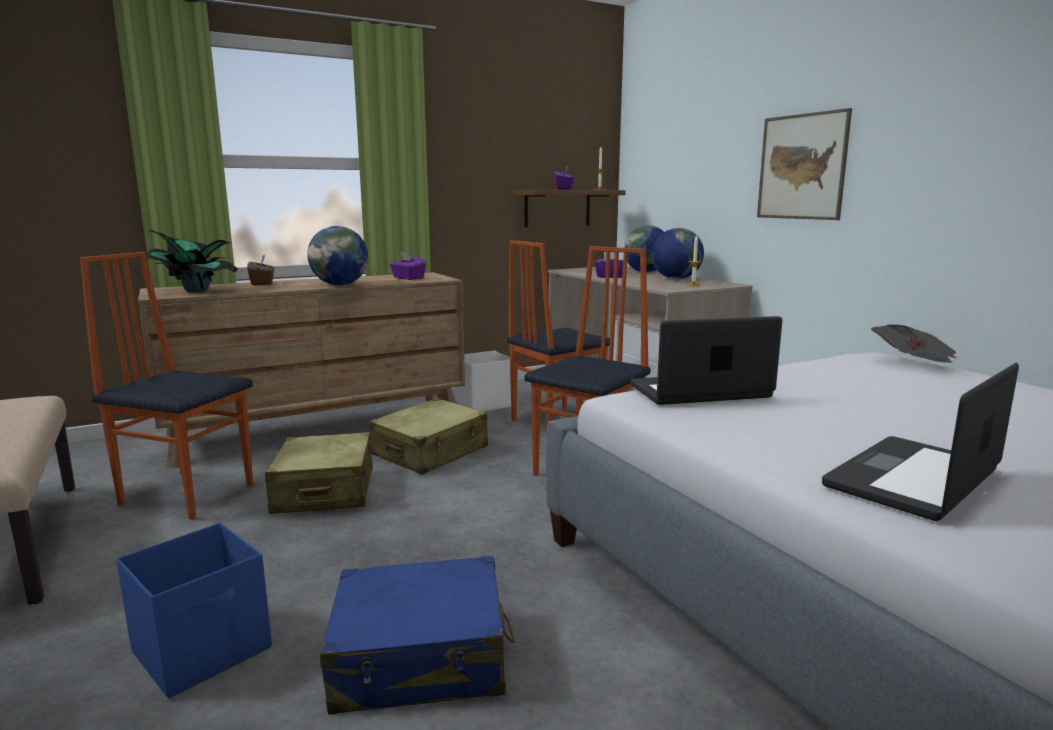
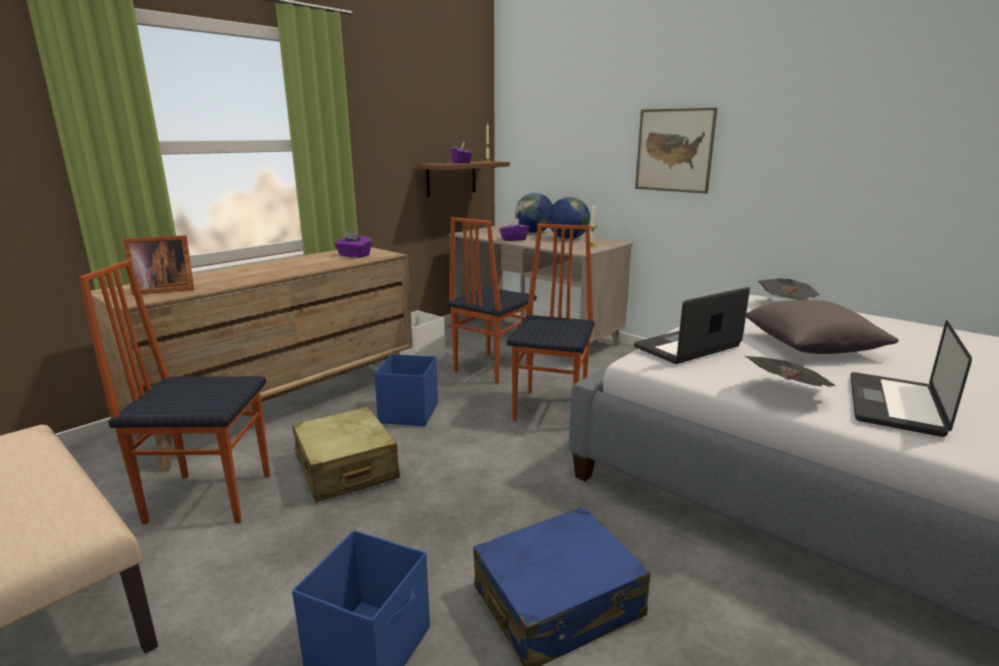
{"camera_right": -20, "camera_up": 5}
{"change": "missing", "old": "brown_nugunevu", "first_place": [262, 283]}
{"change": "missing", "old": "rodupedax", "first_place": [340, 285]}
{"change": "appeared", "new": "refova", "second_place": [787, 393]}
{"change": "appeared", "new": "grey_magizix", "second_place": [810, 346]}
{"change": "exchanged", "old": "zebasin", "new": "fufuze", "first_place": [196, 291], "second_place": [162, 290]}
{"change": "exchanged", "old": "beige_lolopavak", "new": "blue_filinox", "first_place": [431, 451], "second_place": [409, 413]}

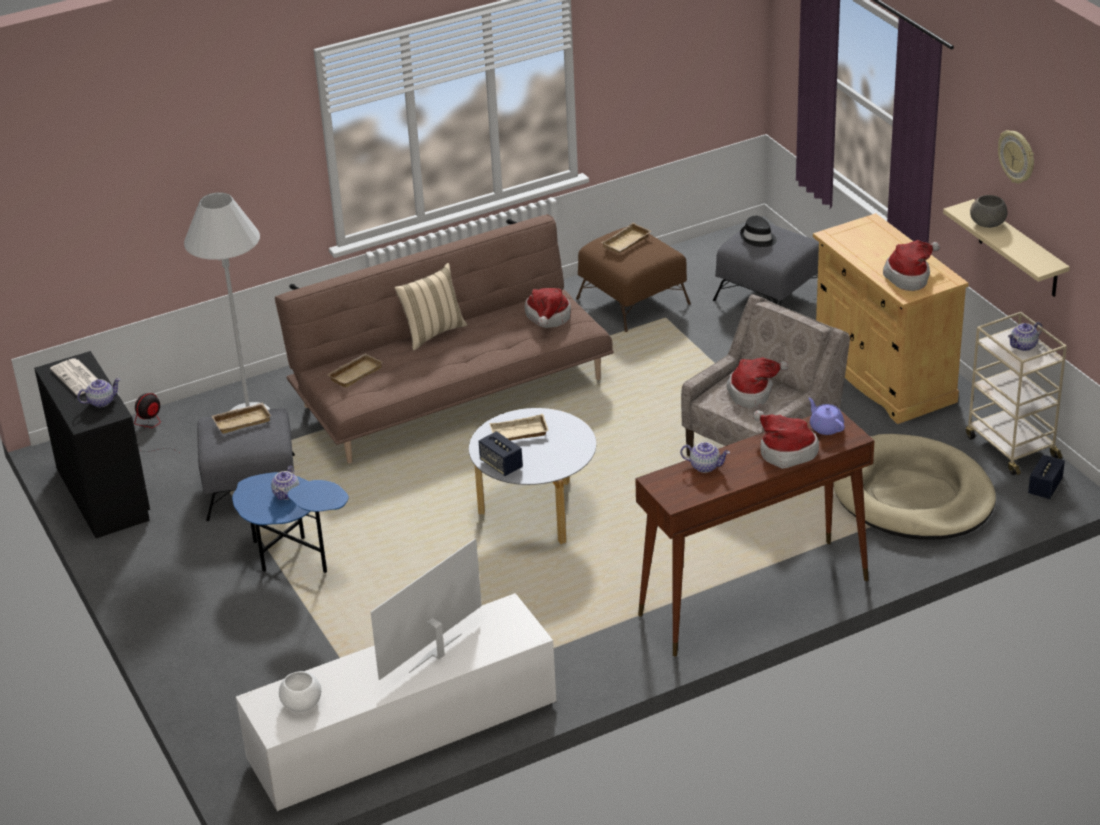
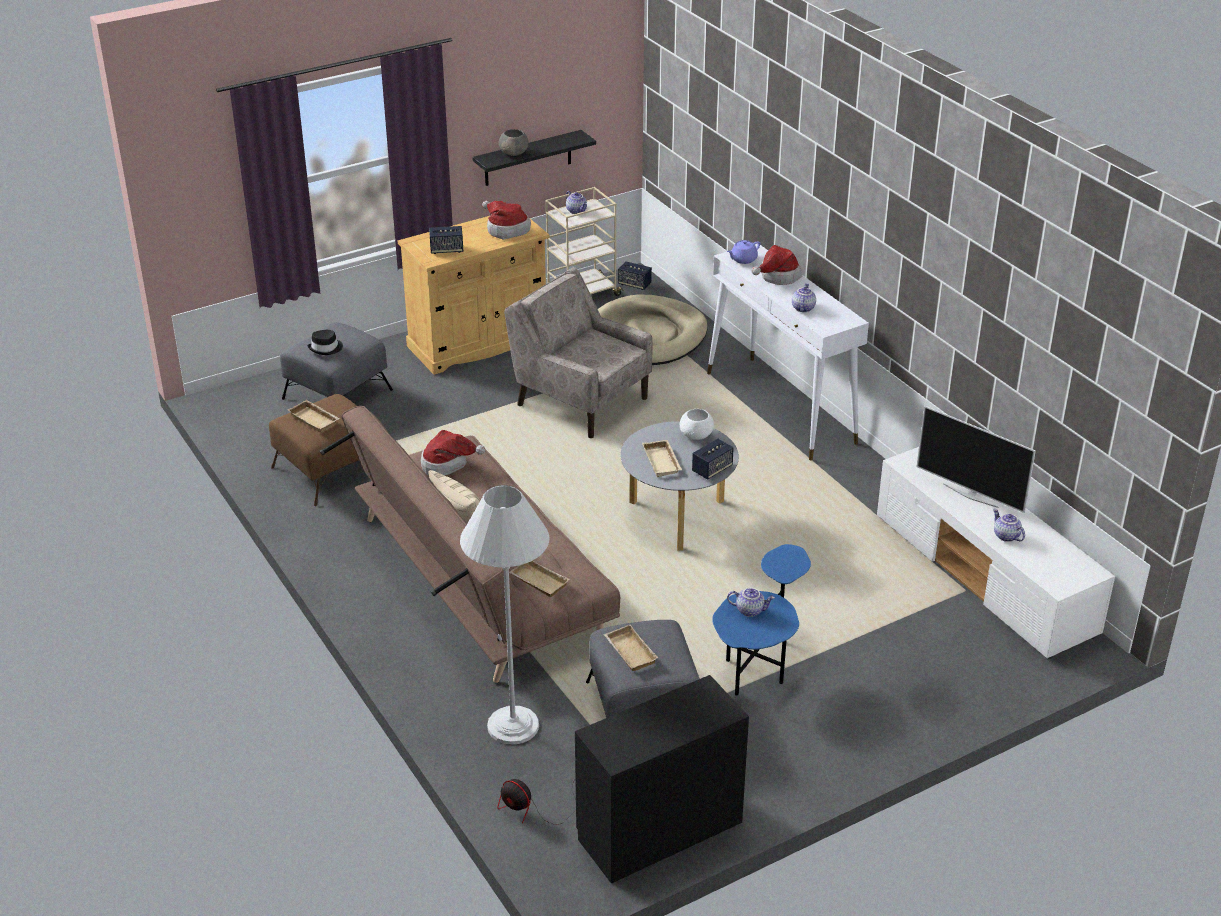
{"camera_right": -95, "camera_up": 0}
{"change": "missing", "old": "refova", "first_place": [78, 378]}
{"change": "missing", "old": "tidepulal", "first_place": [753, 392]}
{"change": "missing", "old": "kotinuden", "first_place": [1017, 157]}
{"change": "appeared", "new": "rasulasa", "second_place": [446, 250]}
{"change": "relocated", "old": "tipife", "first_place": [101, 401], "second_place": [1005, 536]}
{"change": "relocated", "old": "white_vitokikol", "first_place": [301, 704], "second_place": [697, 435]}
{"change": "colour", "old": "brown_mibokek", "new": "white_mibokek", "first_place": [753, 598], "second_place": [780, 408]}
{"change": "colour", "old": "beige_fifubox", "new": "black_fifubox", "first_place": [1018, 250], "second_place": [528, 158]}

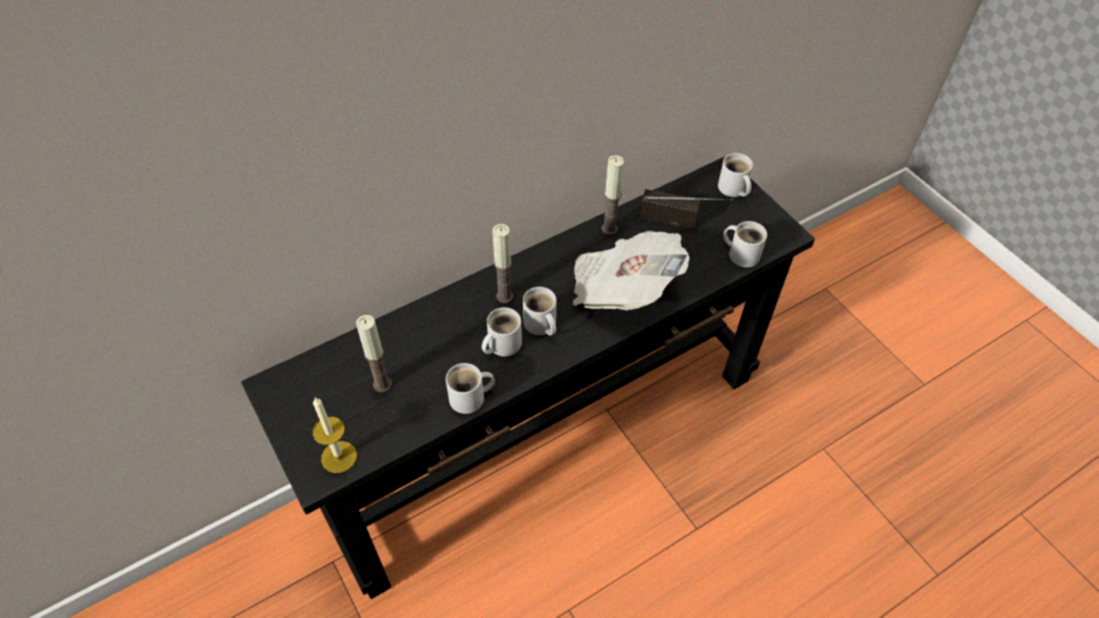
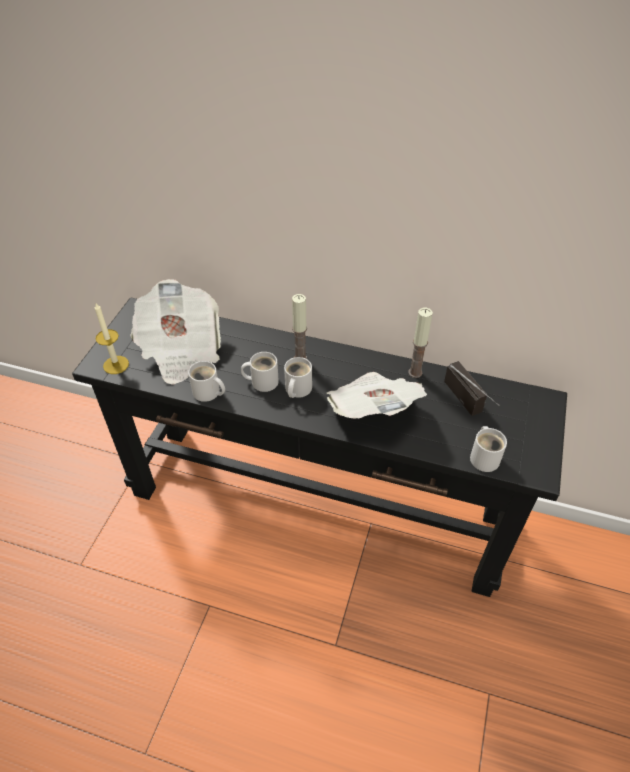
{"camera_right": 50, "camera_up": -5}
{"change": "missing", "old": "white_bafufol", "first_place": [733, 189]}
{"change": "exchanged", "old": "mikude", "new": "refova", "first_place": [382, 384], "second_place": [180, 350]}

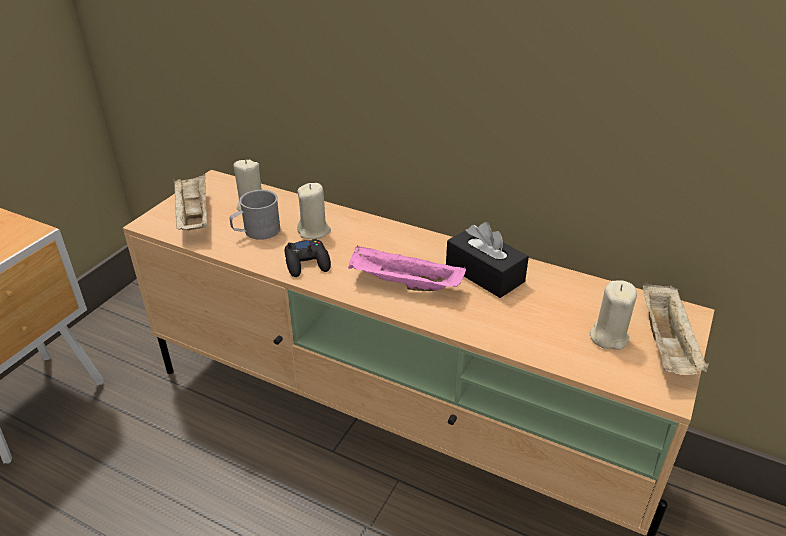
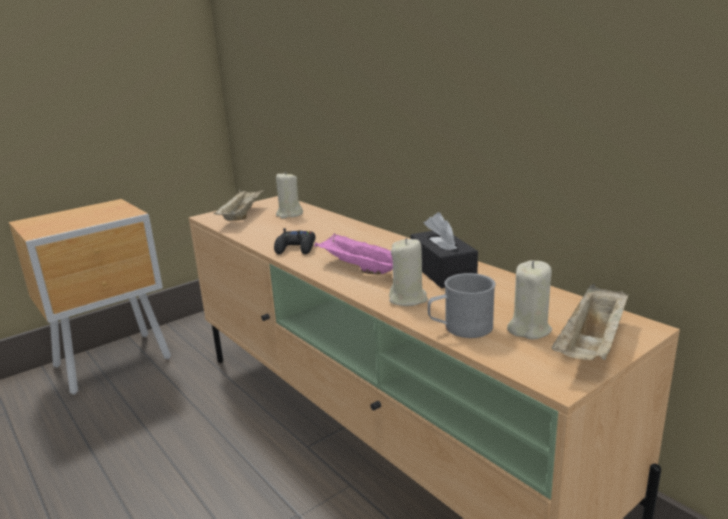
{"camera_right": 25, "camera_up": -15}
{"change": "relocated", "old": "grey_bafufol", "first_place": [256, 232], "second_place": [460, 328]}
{"change": "relocated", "old": "beige_mikude", "first_place": [314, 231], "second_place": [408, 299]}

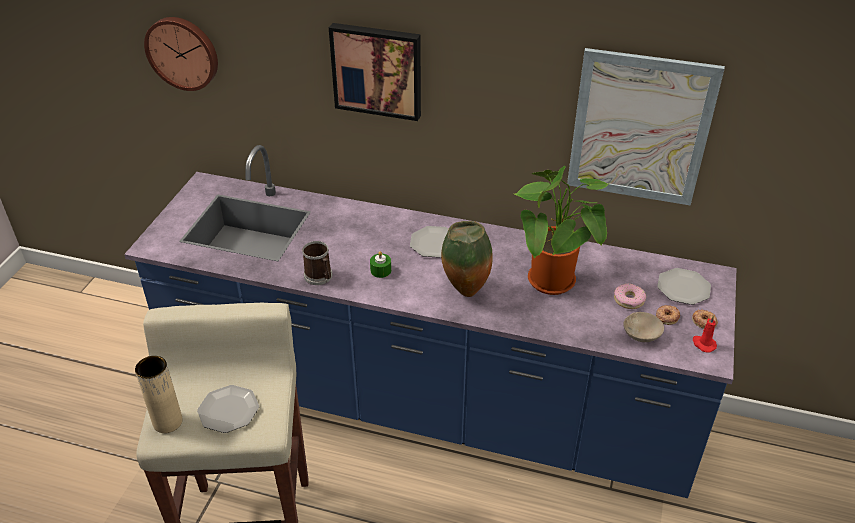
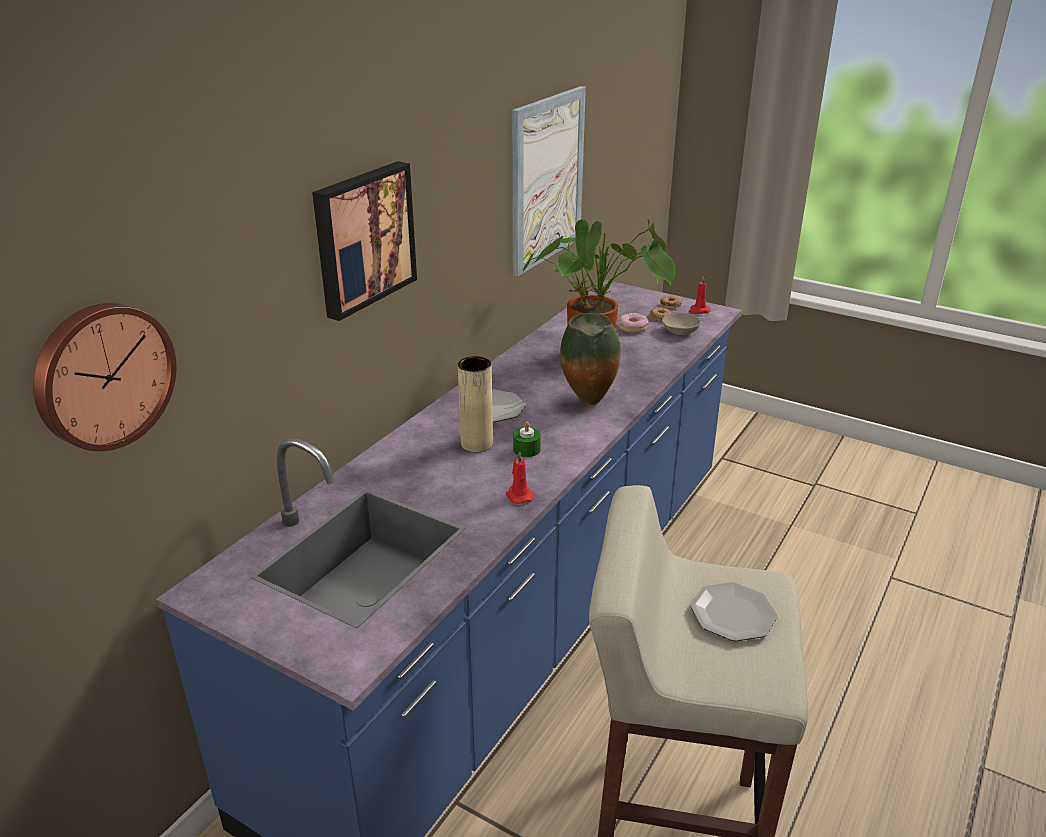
{"camera_right": -75, "camera_up": -10}
{"change": "missing", "old": "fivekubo", "first_place": [683, 288]}
{"change": "relocated", "old": "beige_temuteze", "first_place": [167, 422], "second_place": [477, 444]}
{"change": "exchanged", "old": "bafufol", "new": "red_mikude", "first_place": [320, 277], "second_place": [519, 495]}

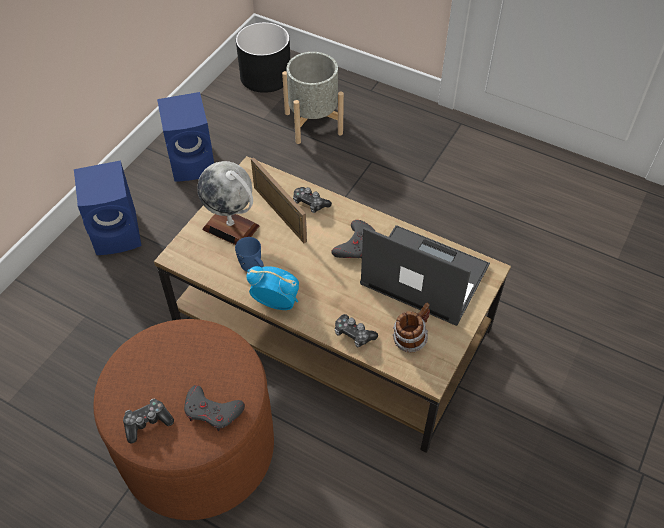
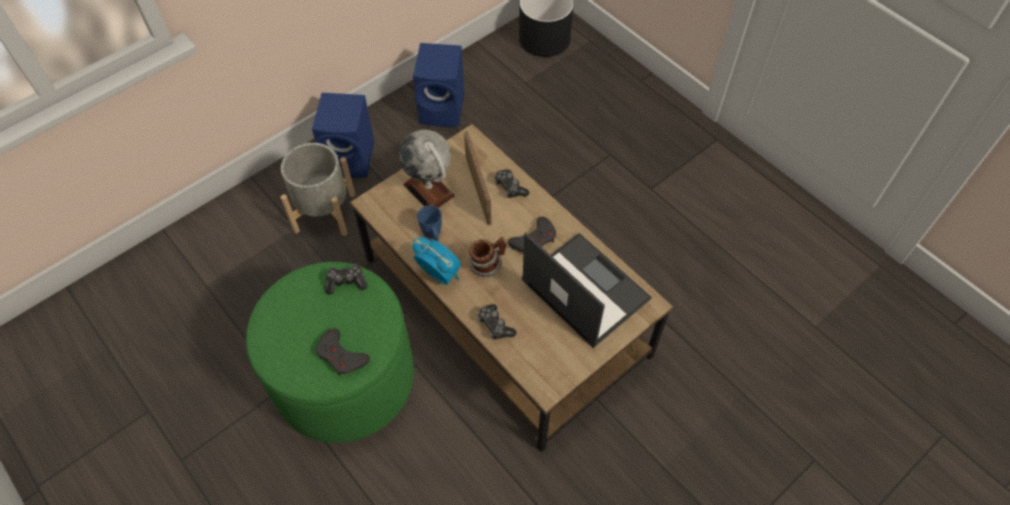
{"camera_right": 20, "camera_up": 5}
{"change": "relocated", "old": "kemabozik", "first_place": [147, 423], "second_place": [346, 282]}
{"change": "relocated", "old": "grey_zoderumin", "first_place": [313, 123], "second_place": [324, 212]}
{"change": "relocated", "old": "bafufol", "first_place": [410, 338], "second_place": [487, 265]}
{"change": "colour", "old": "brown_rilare", "new": "green_rilare", "first_place": [198, 447], "second_place": [344, 377]}

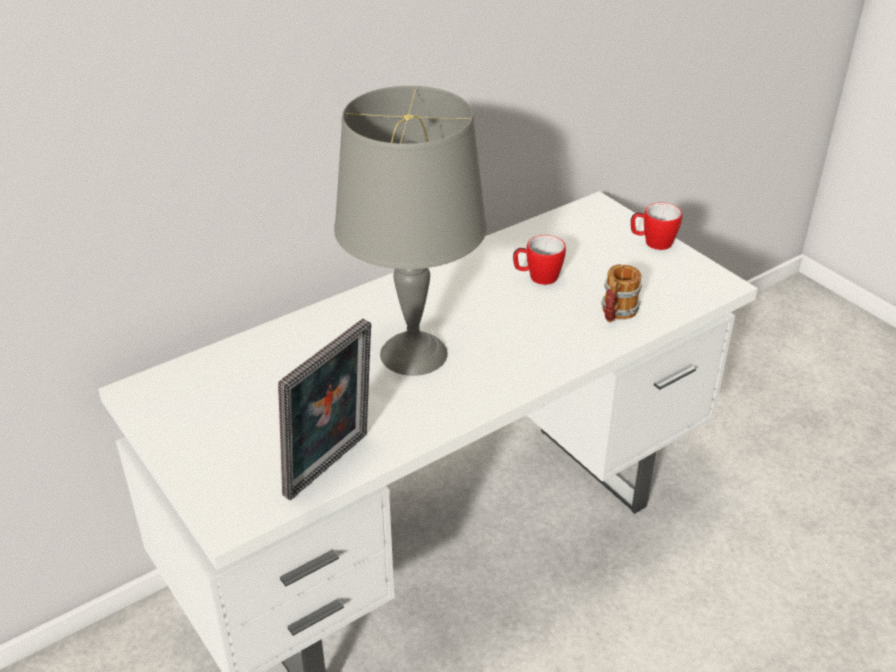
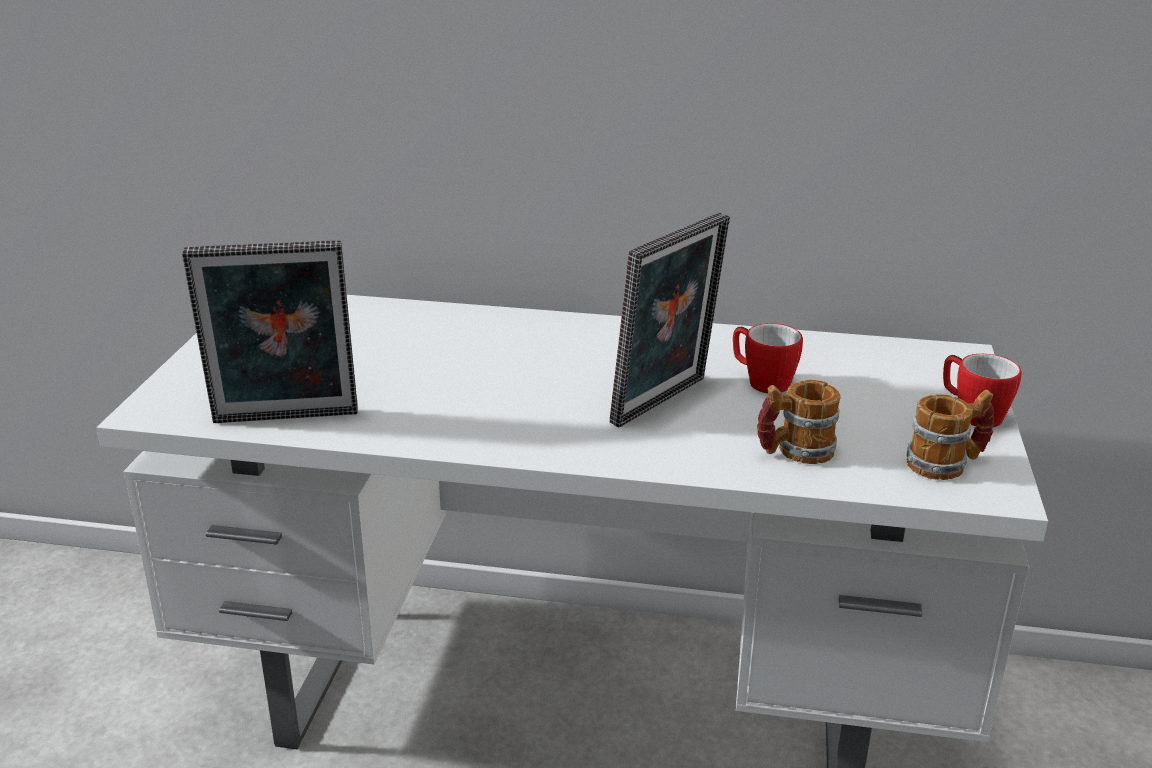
{"camera_right": 45, "camera_up": -10}
{"change": "missing", "old": "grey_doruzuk", "first_place": [413, 354]}
{"change": "appeared", "new": "fufuze", "second_place": [665, 403]}
{"change": "appeared", "new": "bafufol", "second_place": [946, 464]}

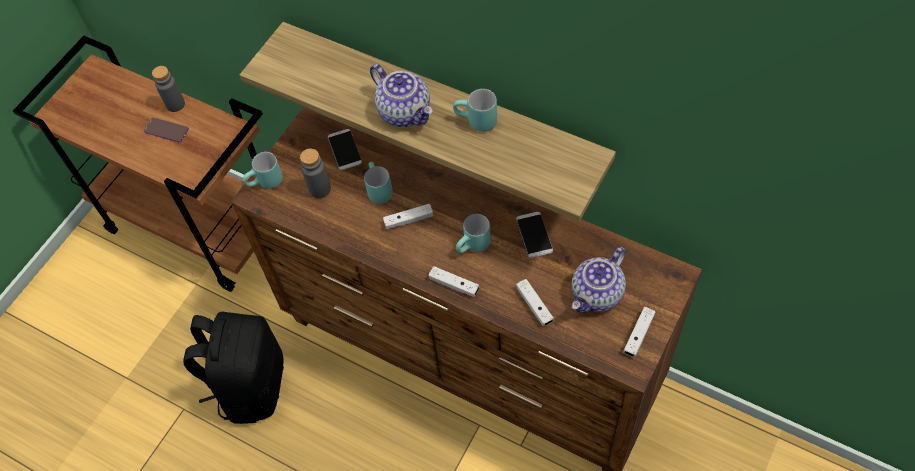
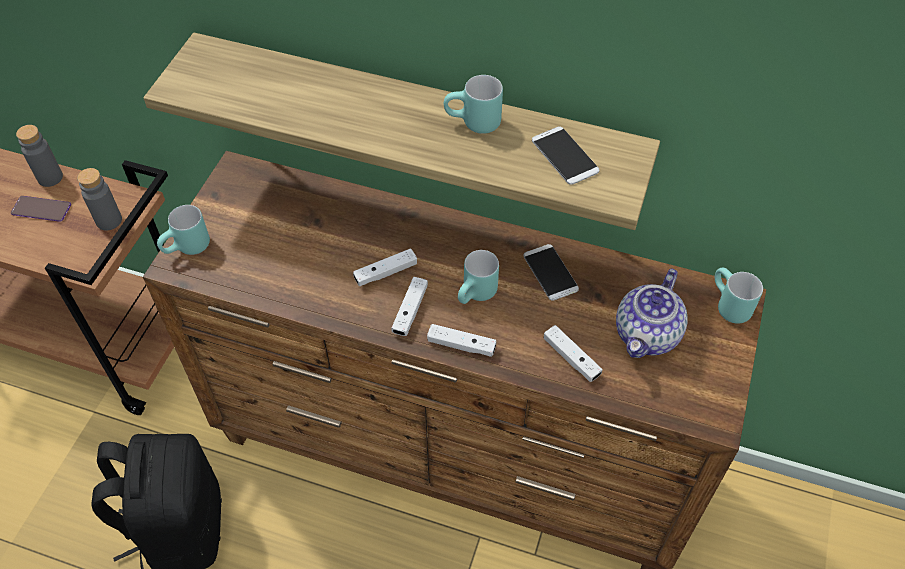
{"camera_right": -15, "camera_up": -5}
{"change": "missing", "old": "tipife", "first_place": [405, 112]}
{"change": "relocated", "old": "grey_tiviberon", "first_place": [319, 189], "second_place": [109, 220]}
{"change": "relocated", "old": "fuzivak", "first_place": [344, 150], "second_place": [564, 156]}
{"change": "relocated", "old": "turquoise_bafufol", "first_place": [377, 190], "second_place": [726, 306]}
{"change": "relocated", "old": "white_kemabozik", "first_place": [638, 335], "second_place": [410, 311]}

